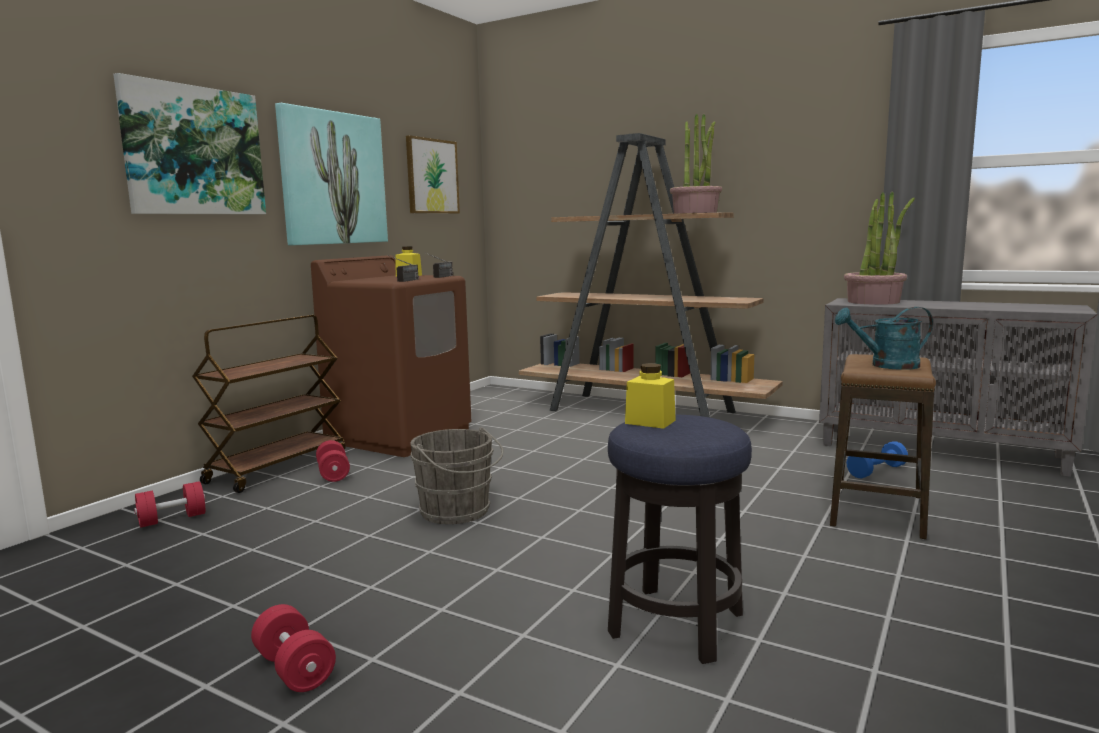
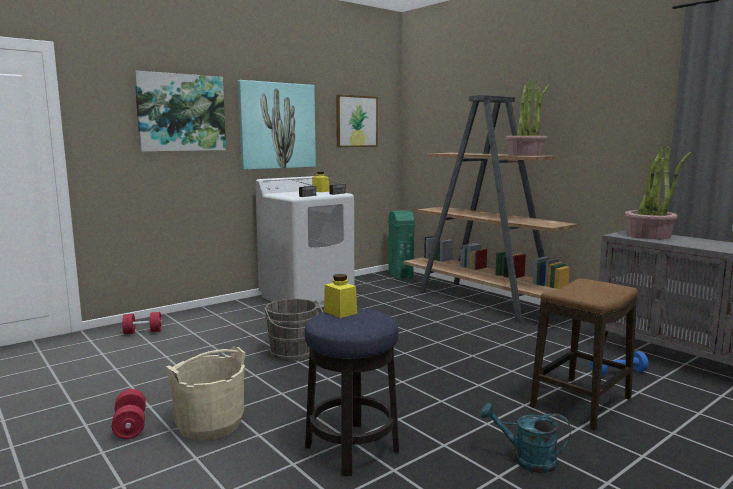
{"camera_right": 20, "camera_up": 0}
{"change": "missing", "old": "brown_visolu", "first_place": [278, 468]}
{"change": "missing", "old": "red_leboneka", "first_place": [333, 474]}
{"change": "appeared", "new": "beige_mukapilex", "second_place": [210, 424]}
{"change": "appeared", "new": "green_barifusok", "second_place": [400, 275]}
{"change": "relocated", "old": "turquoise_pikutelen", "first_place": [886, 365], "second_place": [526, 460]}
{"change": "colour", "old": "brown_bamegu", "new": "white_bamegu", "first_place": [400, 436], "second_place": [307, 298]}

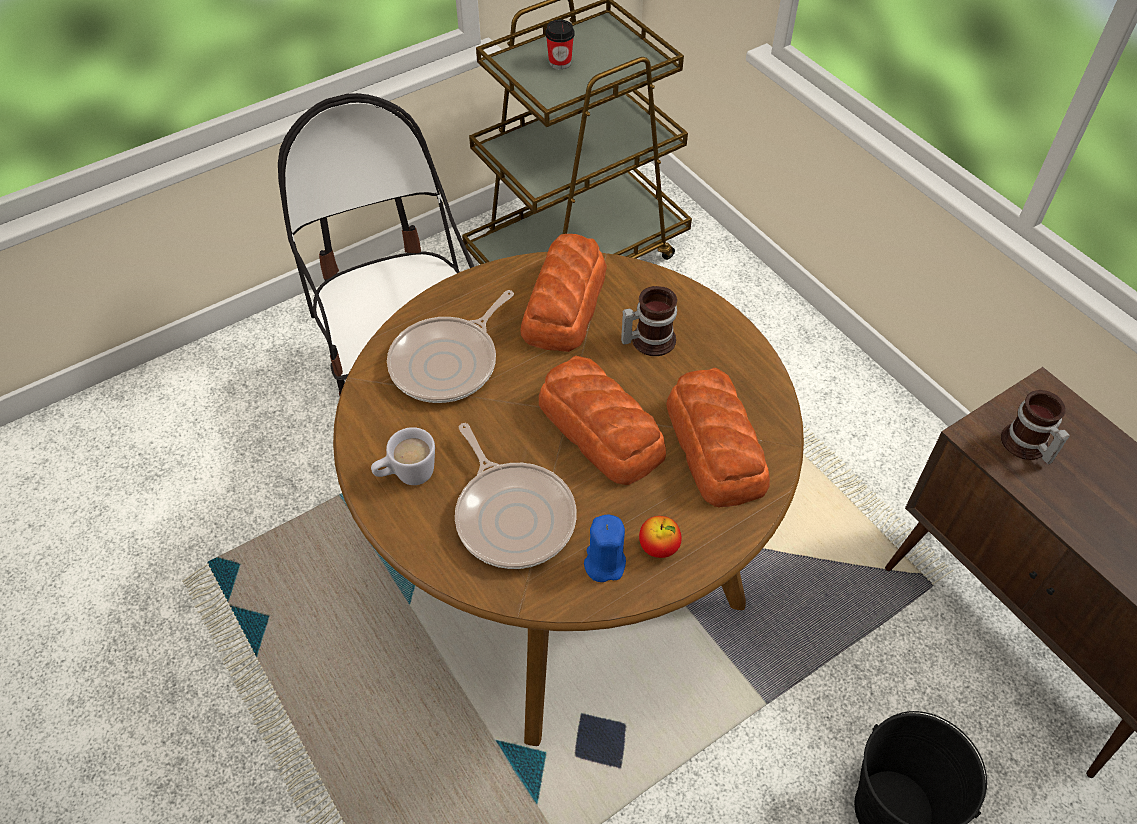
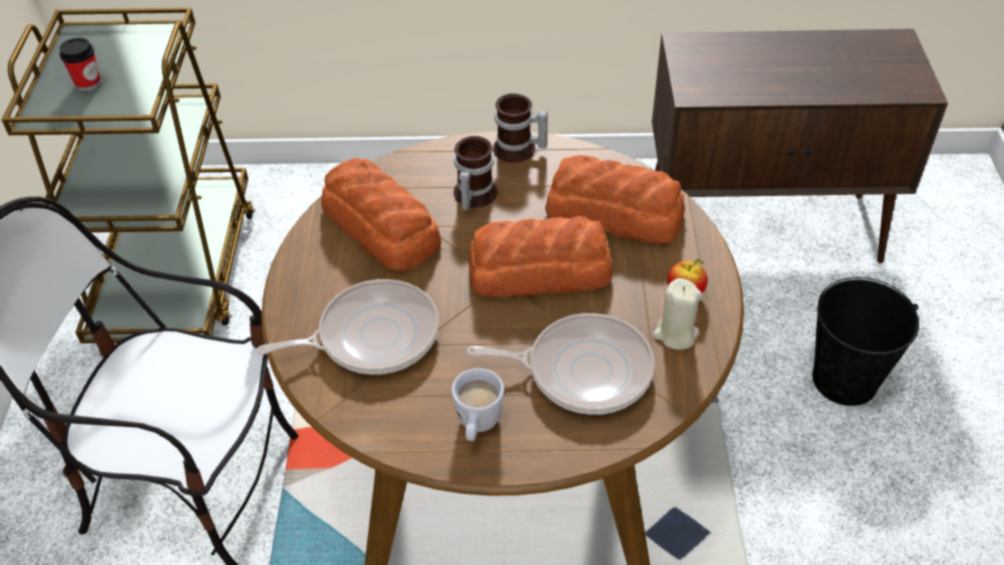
{"camera_right": -55, "camera_up": -5}
{"change": "relocated", "old": "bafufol", "first_place": [1025, 446], "second_place": [518, 150]}
{"change": "colour", "old": "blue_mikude", "new": "beige_mikude", "first_place": [604, 563], "second_place": [675, 334]}
{"change": "spun", "old": "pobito", "first_place": [448, 363], "second_place": [372, 336], "degrees": -90}

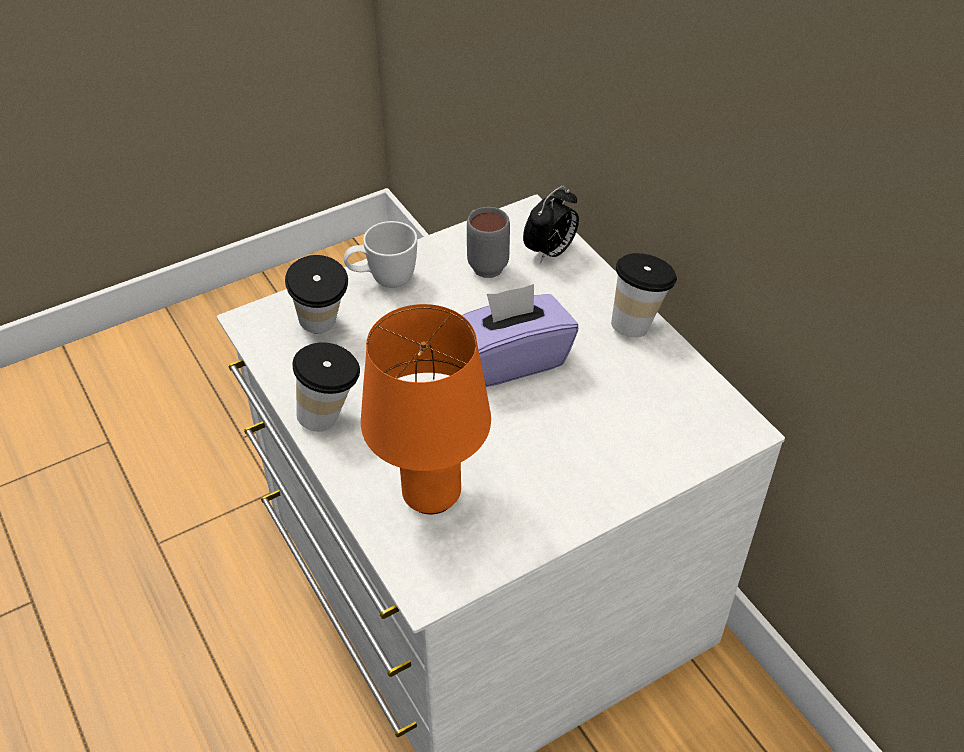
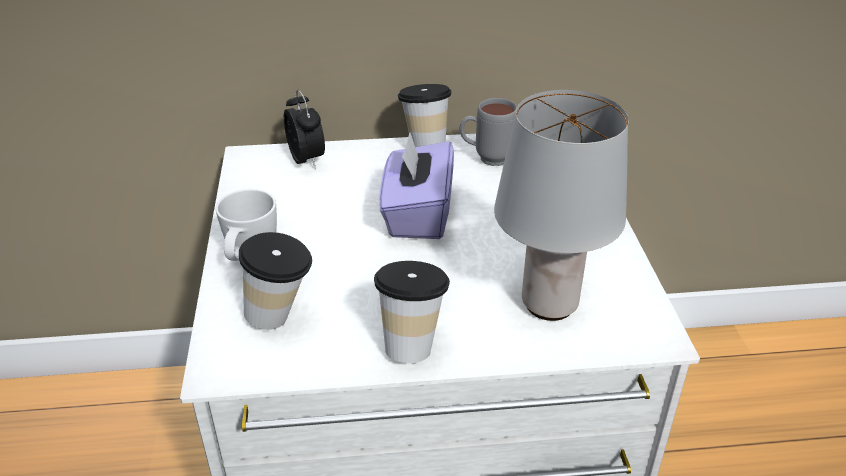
{"camera_right": -65, "camera_up": -10}
{"change": "relocated", "old": "grey_bafufol", "first_place": [484, 263], "second_place": [486, 159]}
{"change": "colour", "old": "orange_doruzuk", "new": "grey_doruzuk", "first_place": [430, 495], "second_place": [550, 305]}

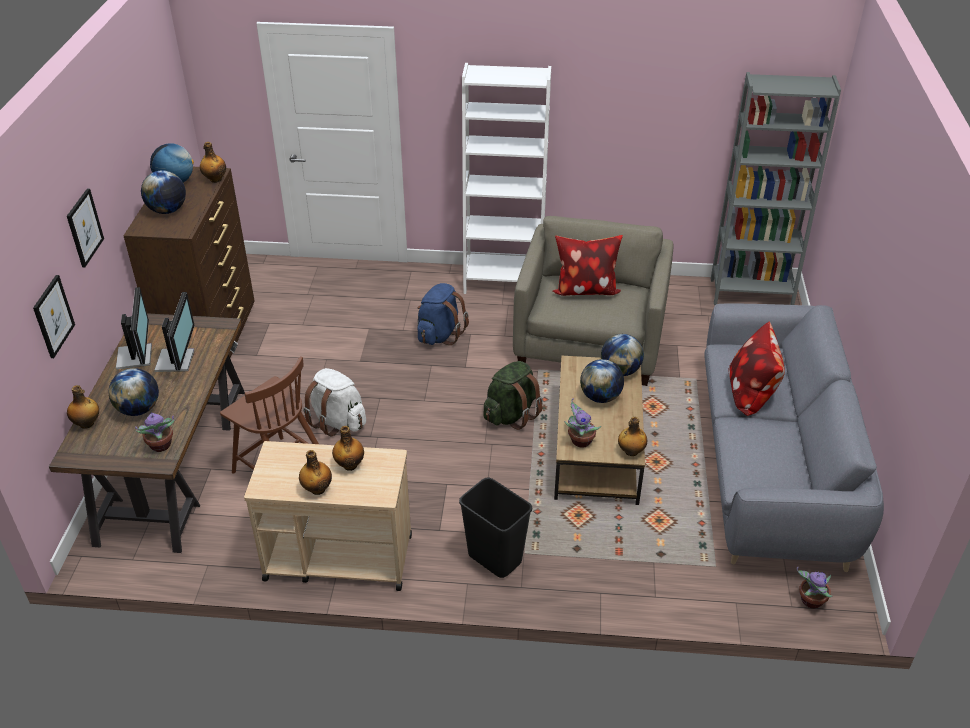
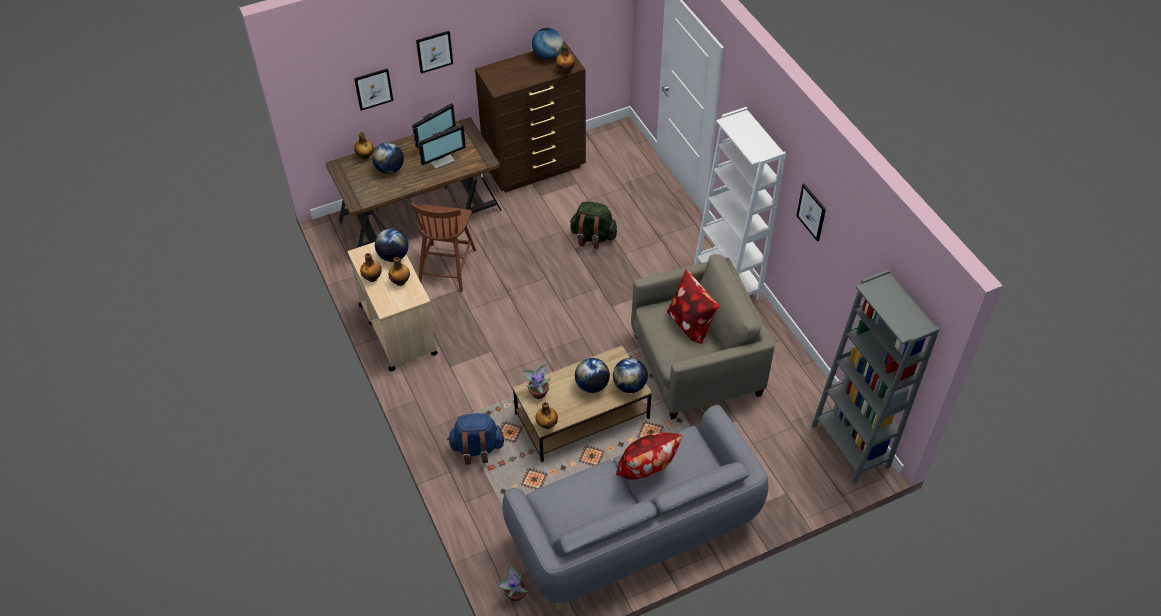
{"camera_right": 60, "camera_up": 10}
{"change": "missing", "old": "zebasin", "first_place": [161, 446]}
{"change": "missing", "old": "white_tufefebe", "first_place": [337, 421]}
{"change": "missing", "old": "black_barifusok", "first_place": [494, 558]}
{"change": "appeared", "new": "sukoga", "second_place": [811, 212]}
{"change": "relocated", "old": "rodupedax", "first_place": [167, 210], "second_place": [393, 256]}
{"change": "relocated", "old": "blue_tufefebe", "first_place": [440, 335], "second_place": [477, 448]}
{"change": "relocated", "old": "green_tufefebe", "first_place": [511, 415], "second_place": [593, 237]}

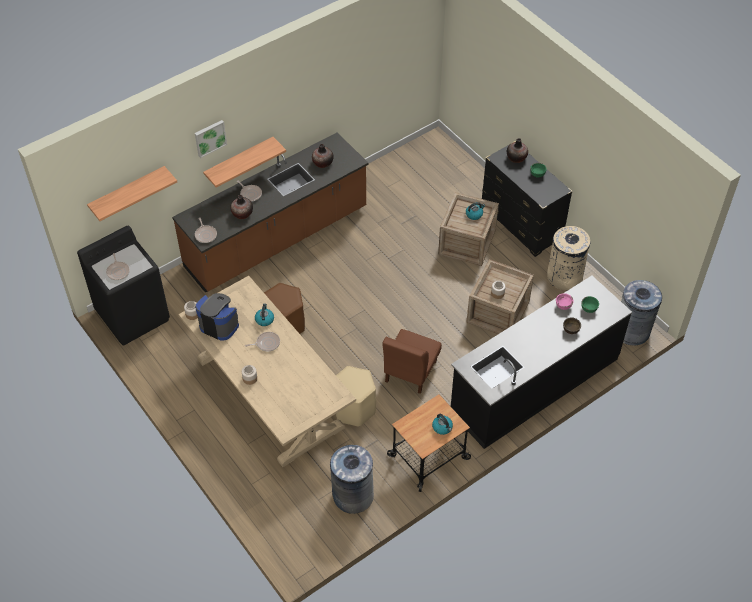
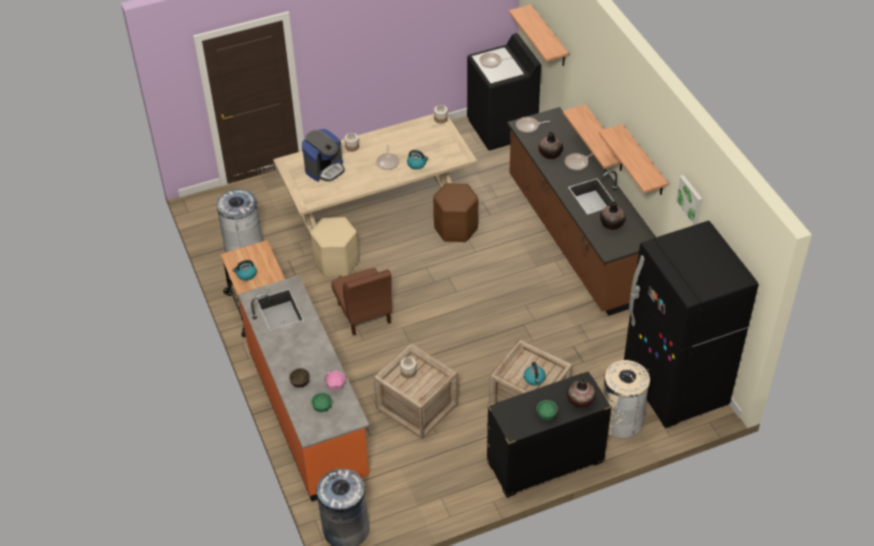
{"camera_right": 105, "camera_up": -5}
{"change": "appeared", "new": "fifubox", "second_place": [643, 161]}
{"change": "appeared", "new": "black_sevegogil", "second_place": [675, 387]}
{"change": "relocated", "old": "sukoga", "first_place": [210, 138], "second_place": [690, 200]}
{"change": "relocated", "old": "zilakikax", "first_place": [219, 325], "second_place": [325, 169]}
{"change": "relocated", "old": "beige_barifusok", "first_place": [564, 276], "second_place": [621, 420]}
{"change": "colour", "old": "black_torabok", "new": "orange_torabok", "first_place": [534, 384], "second_place": [308, 413]}
{"change": "spun", "old": "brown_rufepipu", "first_place": [410, 371], "second_place": [364, 313], "degrees": -150}

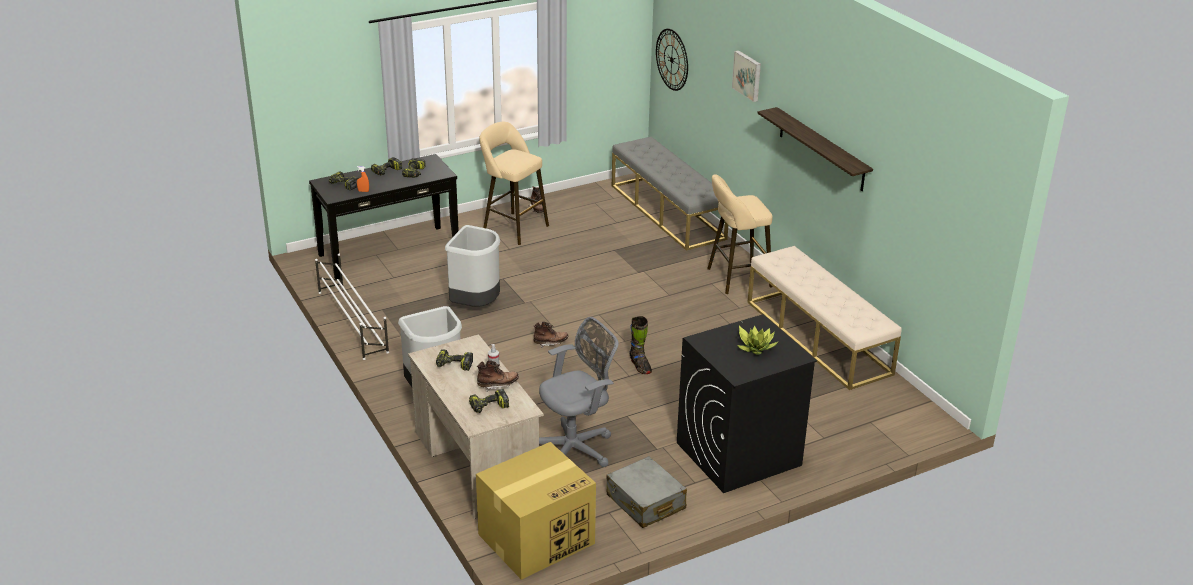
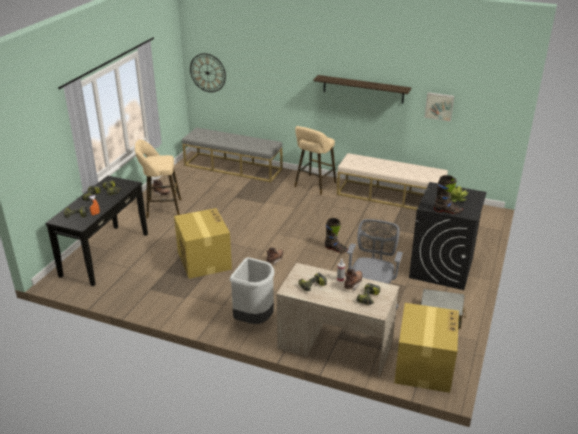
{"camera_right": -40, "camera_up": 0}
{"change": "missing", "old": "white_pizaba", "first_place": [352, 321]}
{"change": "appeared", "new": "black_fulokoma", "second_place": [447, 211]}
{"change": "relocated", "old": "sukoga", "first_place": [748, 75], "second_place": [439, 106]}
{"change": "exchanged", "old": "grey_barifusok", "new": "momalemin", "first_place": [476, 305], "second_place": [203, 260]}

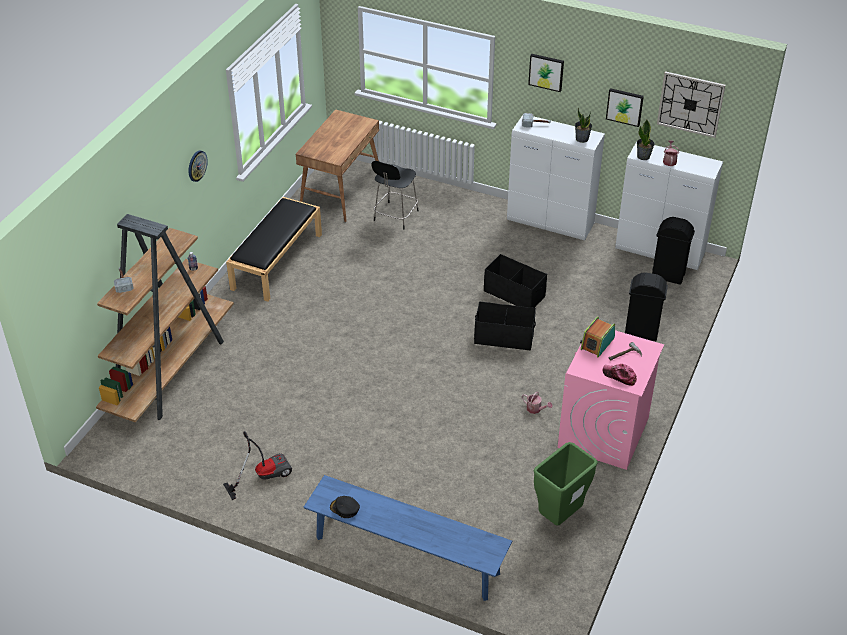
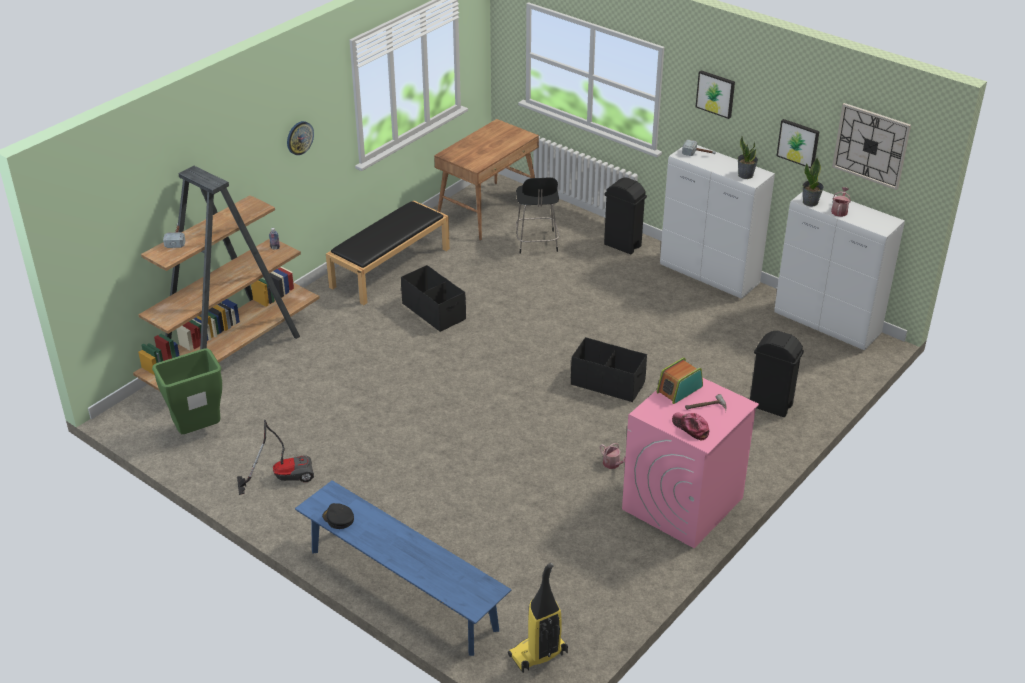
{"camera_right": 15, "camera_up": -5}
{"change": "appeared", "new": "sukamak", "second_place": [538, 655]}
{"change": "relocated", "old": "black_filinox", "first_place": [514, 293], "second_place": [434, 311]}
{"change": "relocated", "old": "green_barifusok", "first_place": [560, 516], "second_place": [199, 431]}
{"change": "relocated", "old": "black_barifusok", "first_place": [668, 276], "second_place": [622, 245]}
{"change": "spun", "old": "black_rufepipu", "first_place": [395, 216], "second_place": [536, 243], "degrees": -45}

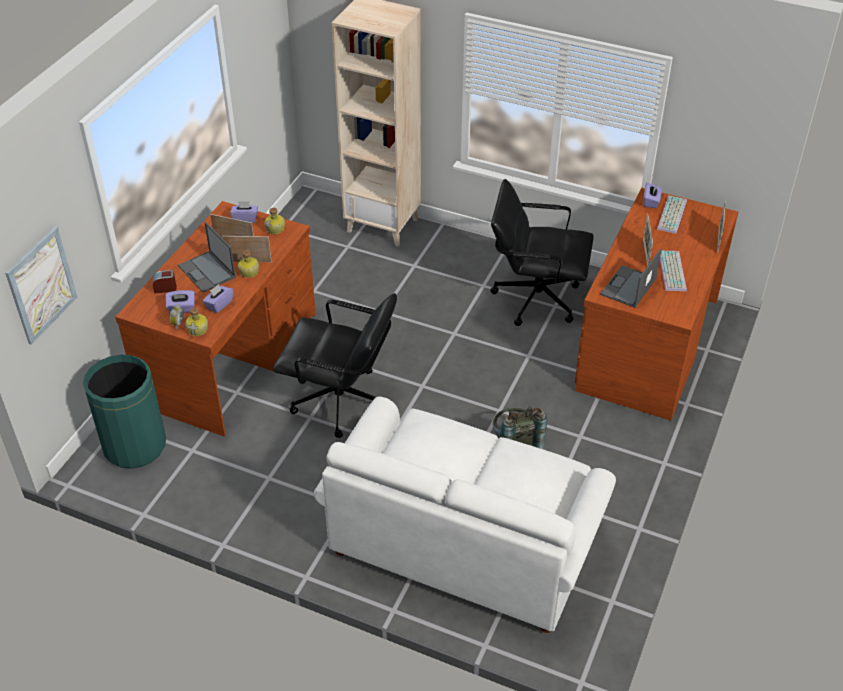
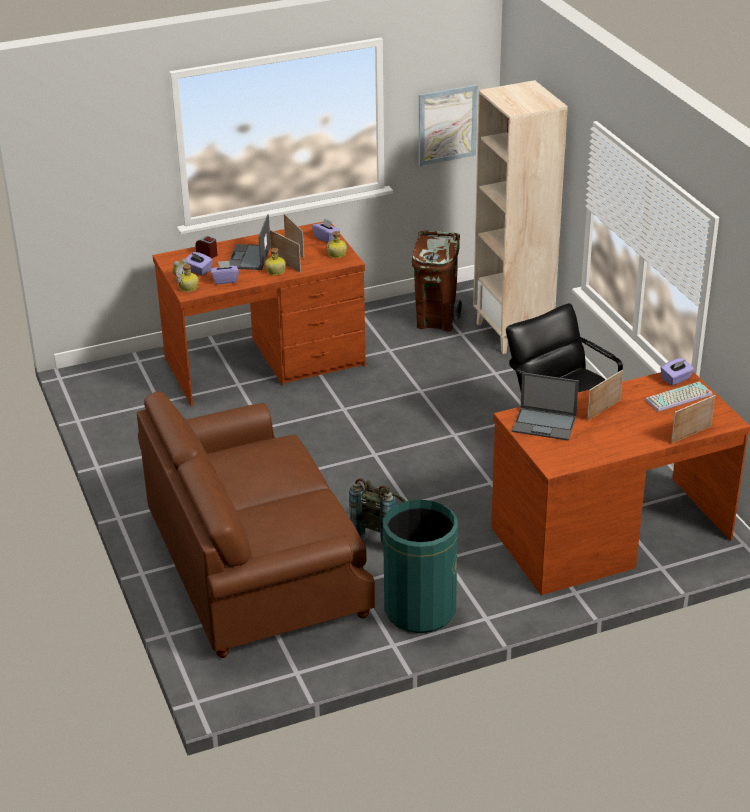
{"camera_right": 45, "camera_up": -10}
{"change": "missing", "old": "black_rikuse", "first_place": [341, 402]}
{"change": "missing", "old": "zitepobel", "first_place": [673, 272]}
{"change": "appeared", "new": "brown_barifusok", "second_place": [436, 321]}
{"change": "relocated", "old": "sukoga", "first_place": [41, 285], "second_place": [447, 125]}
{"change": "relocated", "old": "green_barifusok", "first_place": [134, 445], "second_place": [420, 610]}
{"change": "colour", "old": "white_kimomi", "new": "brown_kimomi", "first_place": [466, 538], "second_place": [255, 565]}
{"change": "spun", "old": "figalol", "first_place": [628, 287], "second_place": [545, 424], "degrees": -150}

